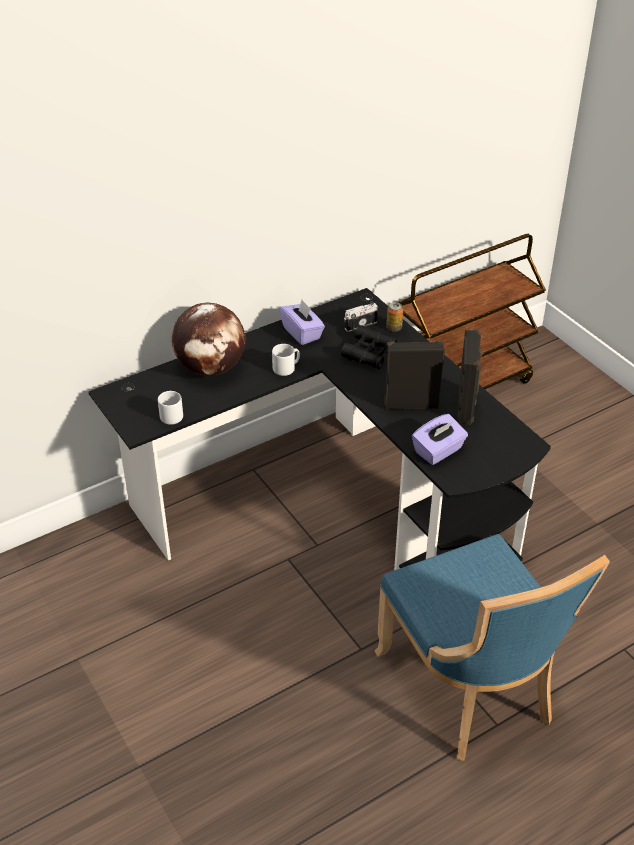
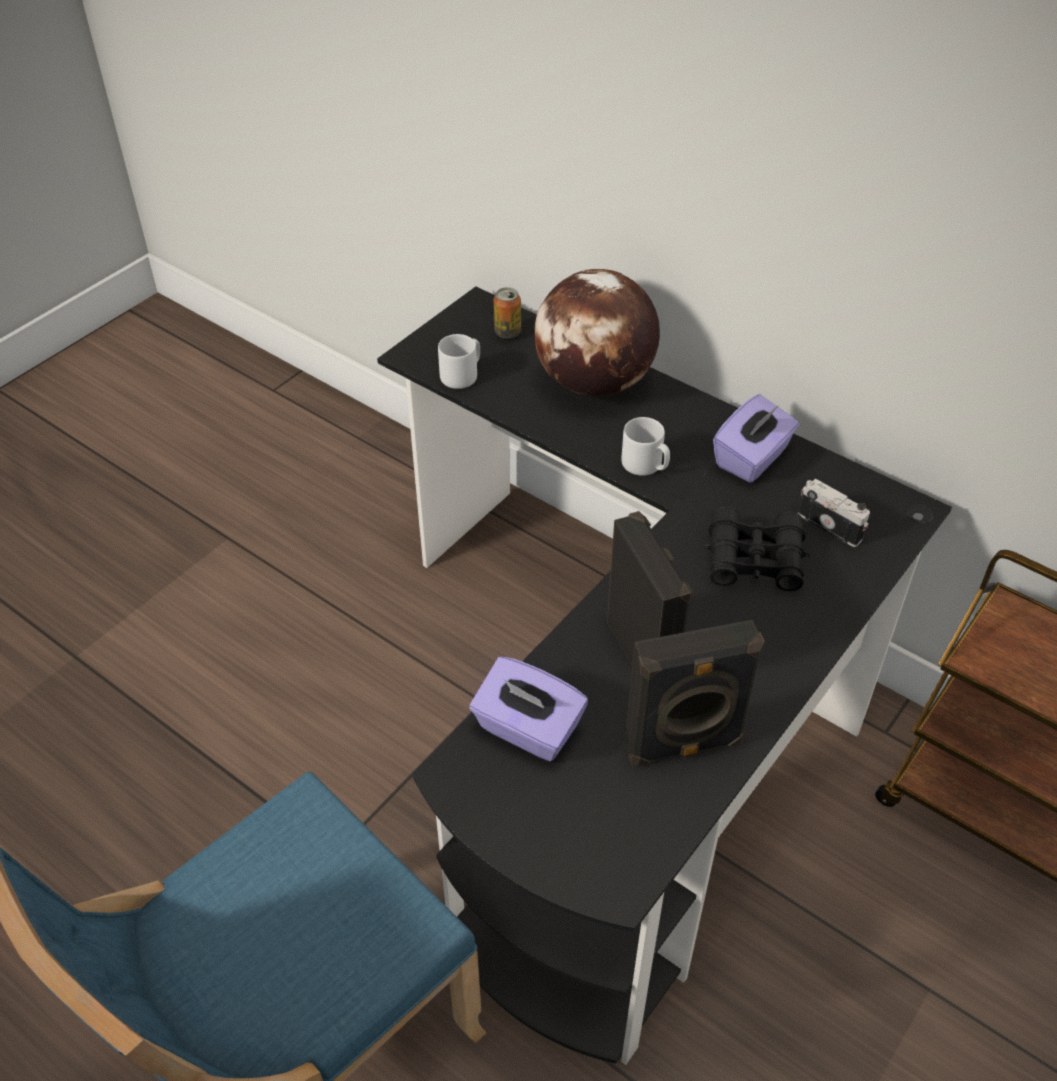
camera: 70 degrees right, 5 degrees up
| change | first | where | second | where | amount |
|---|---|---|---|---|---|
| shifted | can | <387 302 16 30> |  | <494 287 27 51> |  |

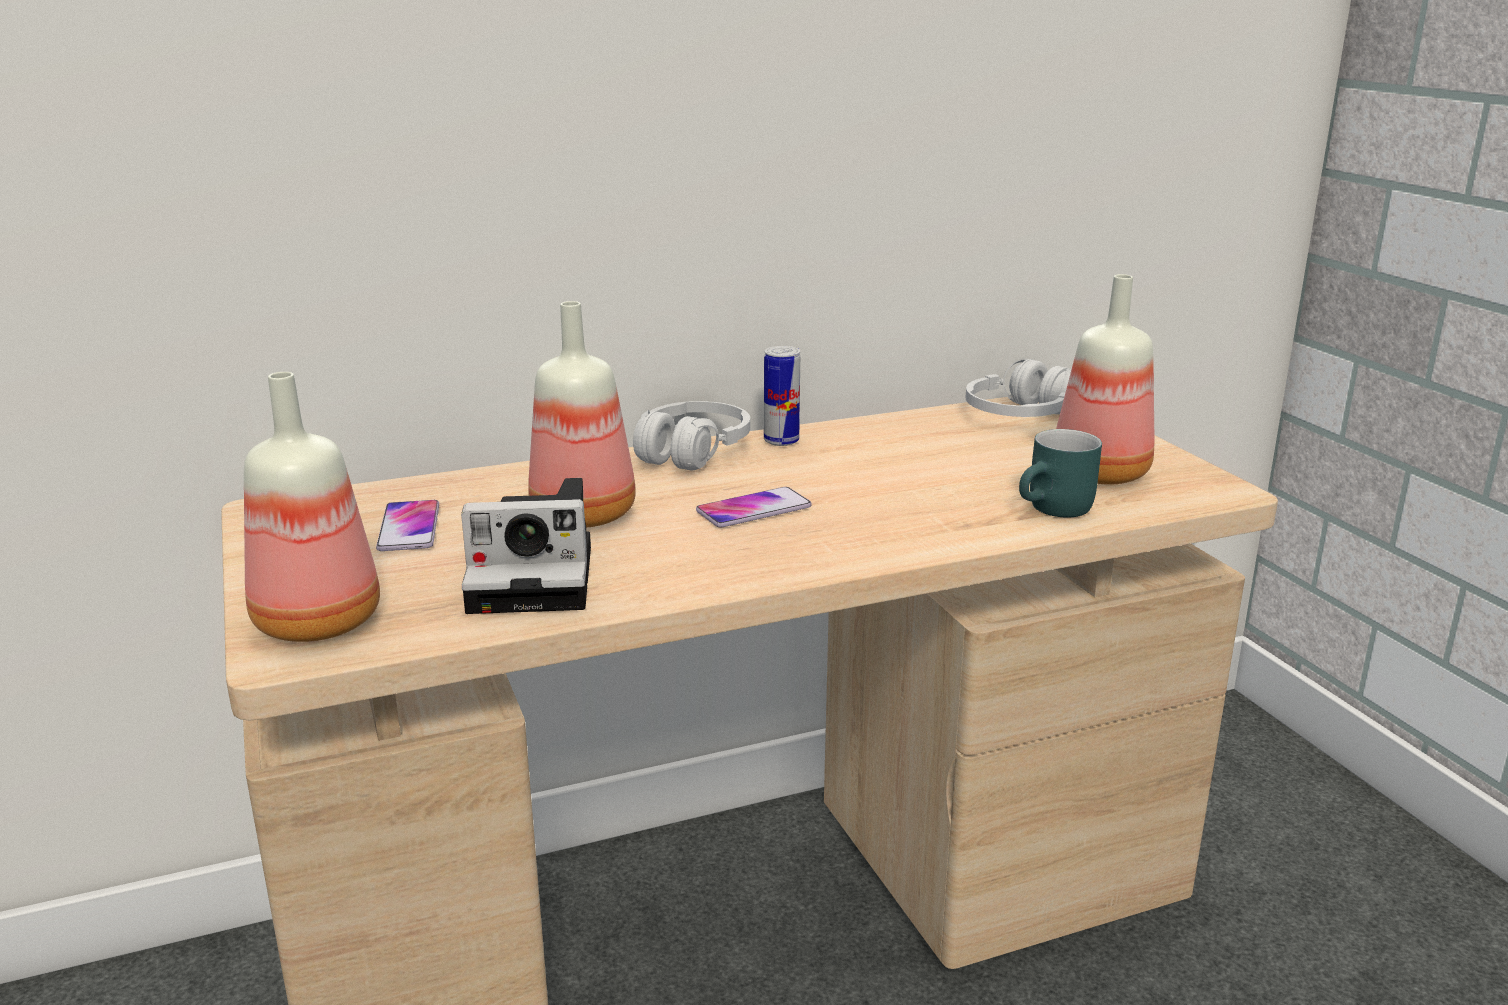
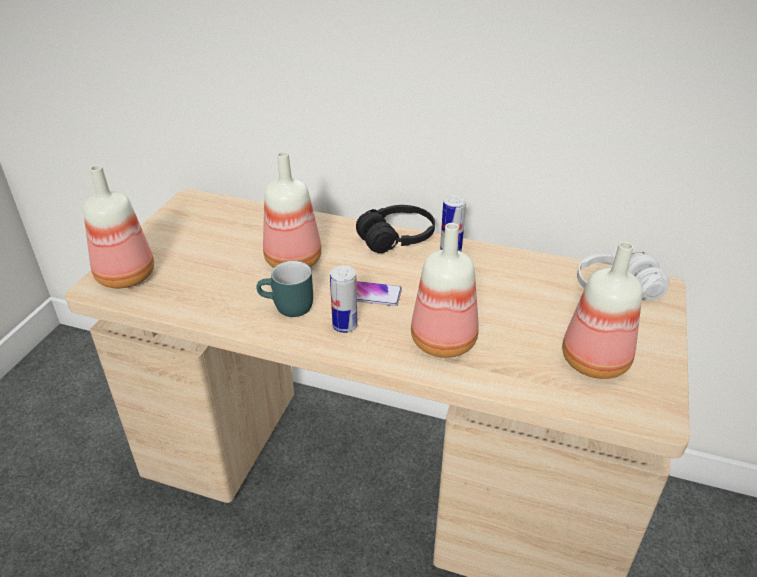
camera: 40 degrees right, 15 degrees up
| change | first | where | second | where | amount |
|---|---|---|---|---|---|
| repainted | headphones (white) | <633 401 117 70> | headphones (black) | <356 205 79 48> |  |
| shifted | mug (turquoise) | <1019 429 83 89> |  | <256 261 57 56> |  |
| gone | photo camera | <461 478 130 136> |  |  |  |
| gone | phone | <376 500 63 51> |  |  |  |
| new |  |  | bottle | <411 223 68 135> |  |
| new |  |  | can | <330 265 28 68> |  |

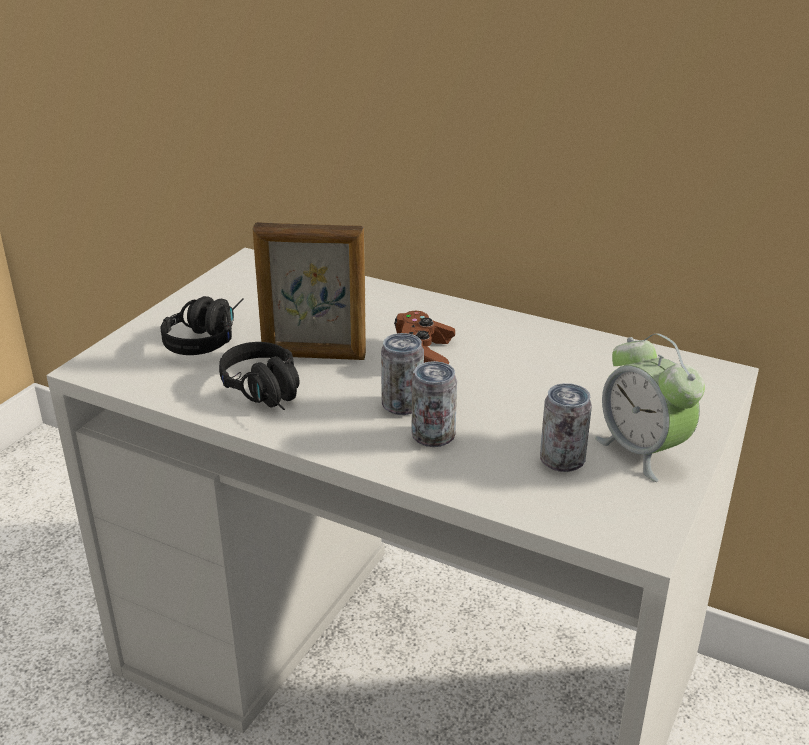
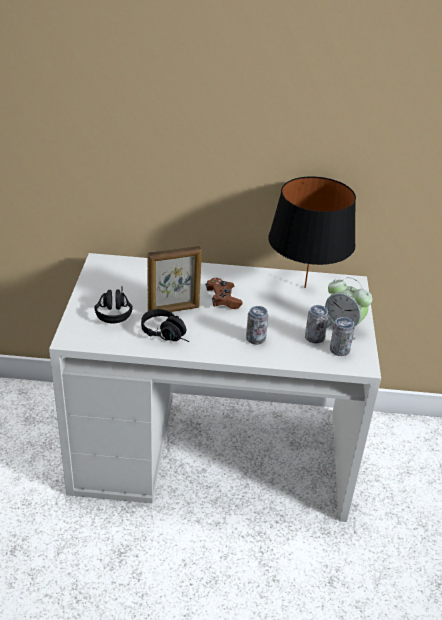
camera: 25 degrees left, 5 degrees up
| change | first | where | second | where | amount |
|---|---|---|---|---|---|
| shifted | can | <381 333 43 82> |  | <330 317 25 39> |  |
| new |  |  | table lamp (black) | <268 176 88 112> |  |

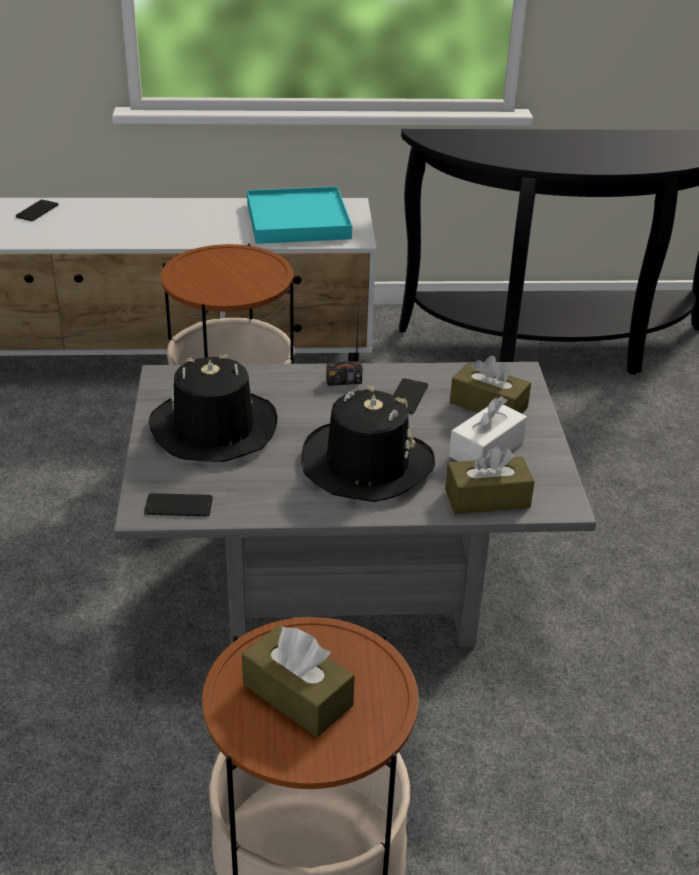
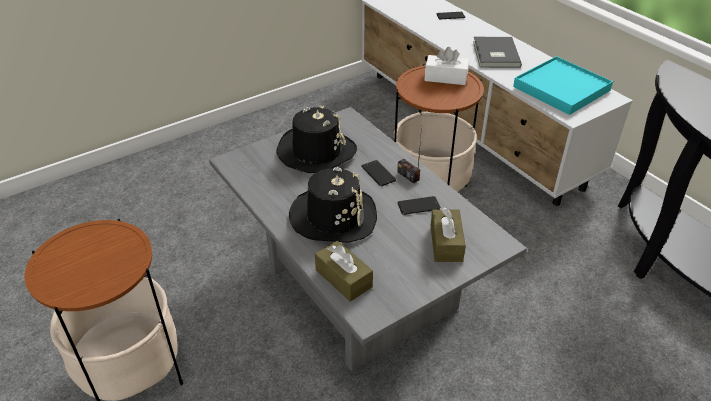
camera: 60 degrees right, 5 degrees up
| change | first | where | second | where | amount |
|---|---|---|---|---|---|
| shifted | tissue box (white) | <449 396 78 66> |  | <424 47 45 38> |  |
| shifted | phone | <144 493 69 23> |  | <362 160 34 26> |  |
| gone | tissue box (brown) | <242 625 113 112> |  |  |  |
| new |  |  | book (grey) | <473 37 49 31> |  |

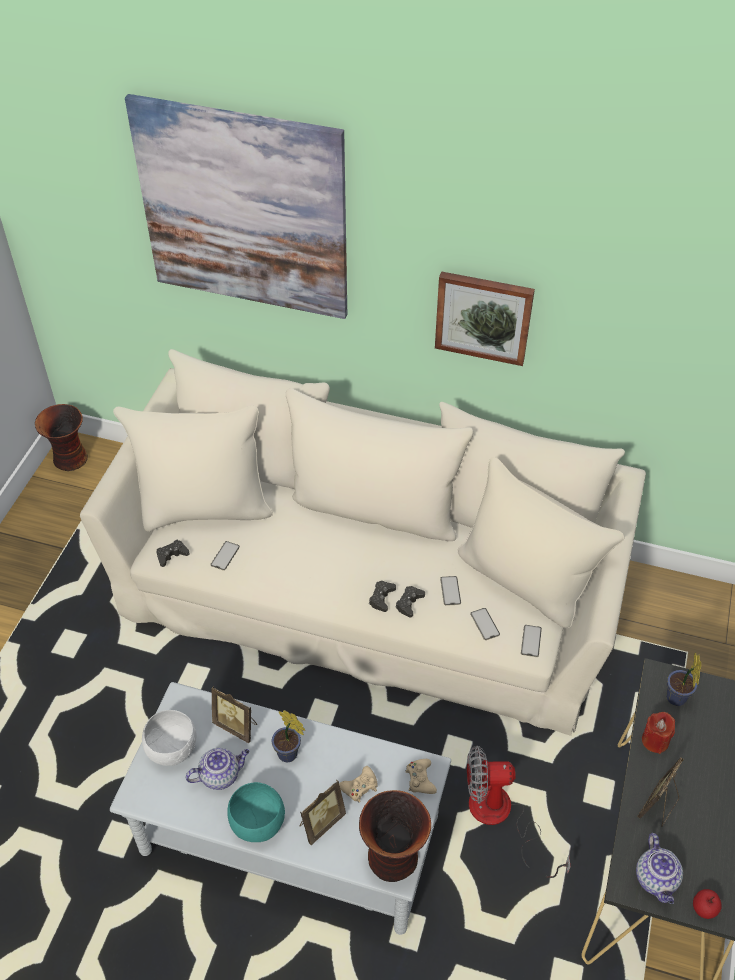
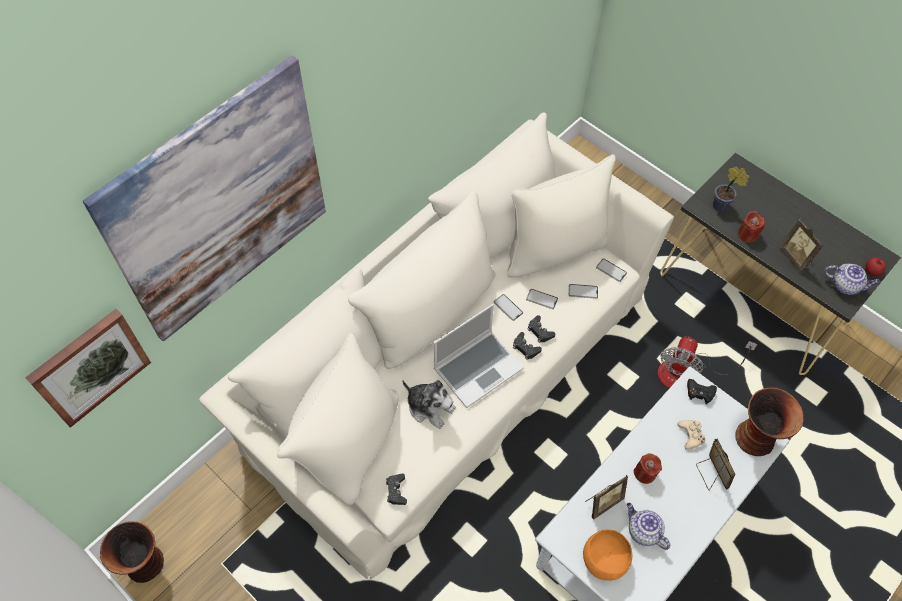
camera: 65 degrees left, 10 degrees up
| change | first | where | second | where | amount |
|---|---|---|---|---|---|
| shifted | picture | <435 271 100 95> |  | <25 309 126 119> |  |
| shifted | phone | <210 541 30 30> |  | <494 294 29 27> |  |
| repainted | bowl (white) | <142 710 55 56> | bowl (orange) | <583 529 49 52> |  |
| swapped | potted plant | <271 710 34 53> | candle (red) | <633 453 29 31> |  |
| rotated | teapot | <186 748 64 42> |  | <627 503 43 47> | 45 degrees counterclockwise |
| repainted | game controller (beige) | <405 759 32 35> | game controller (black) | <687 379 30 25> |  |
| gone | bowl (turquoise) | <227 782 58 60> |  |  |  |
| new |  |  | laptop | <434 304 90 104> |  |
| new |  |  | plush toy | <402 380 54 49> |  |

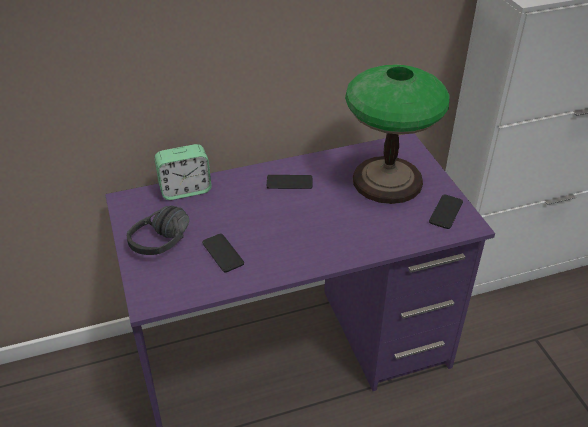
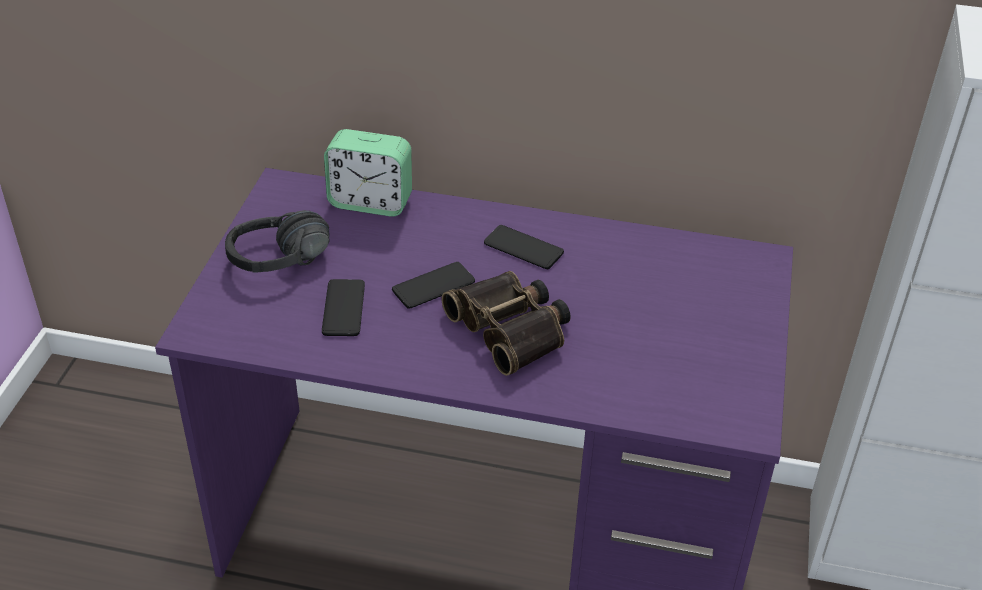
camera: 30 degrees right, 0 degrees up
| change | first | where | second | where | amount |
|---|---|---|---|---|---|
| gone | table lamp | <345 64 105 140> |  |  |  |
| shifted | phone | <429 194 34 35> |  | <392 262 83 47> |  |
| new |  |  | binoculars | <442 271 129 105> |  |

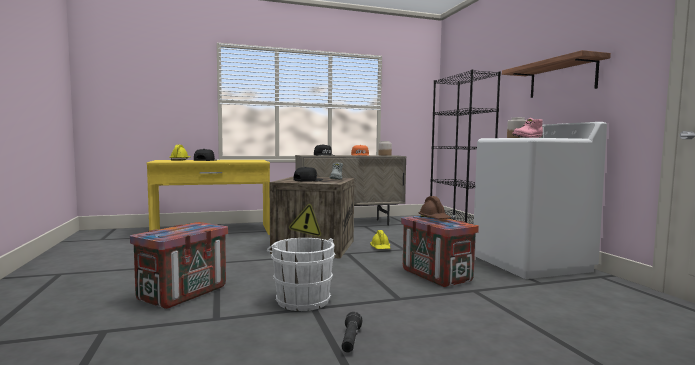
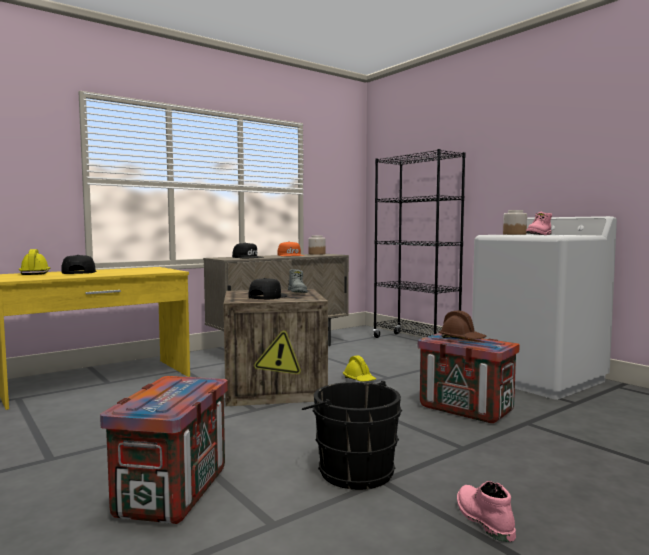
camera: 20 degrees left, 0 degrees up
| change | first | where | second | where | amount |
|---|---|---|---|---|---|
| gone | shelf | <502 50 109 48> |  |  |  |
| repainted | bucket (white) | <267 238 68 73> | bucket (black) | <302 381 100 109> |  |
| swapped | flashlight (black) | <342 312 20 41> | boot (pink) | <457 481 59 61> |  |

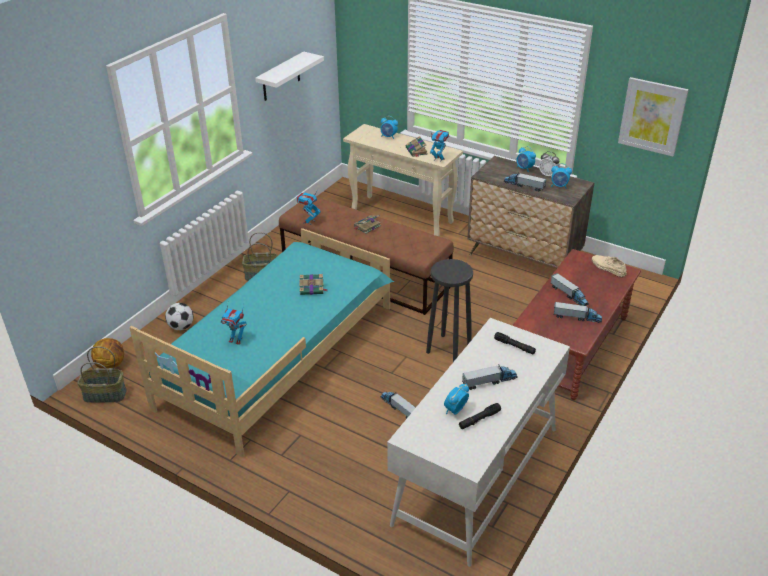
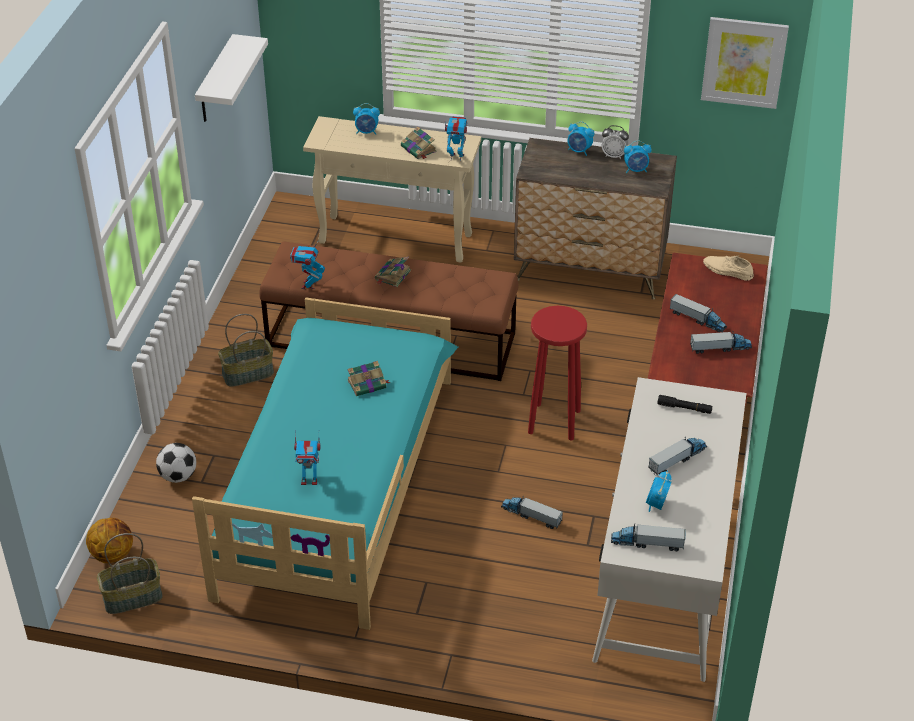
camera: 20 degrees left, 5 degrees up
| change | first | where | second | where | amount |
|---|---|---|---|---|---|
| shifted | toy truck | <504 172 42 19> |  | <611 523 75 28> |  |
| repainted | stool (black) | <426 259 47 103> | stool (red) | <528 306 59 135> |  |
| gone | flashlight (black) | <459 403 42 26> |  |  |  |

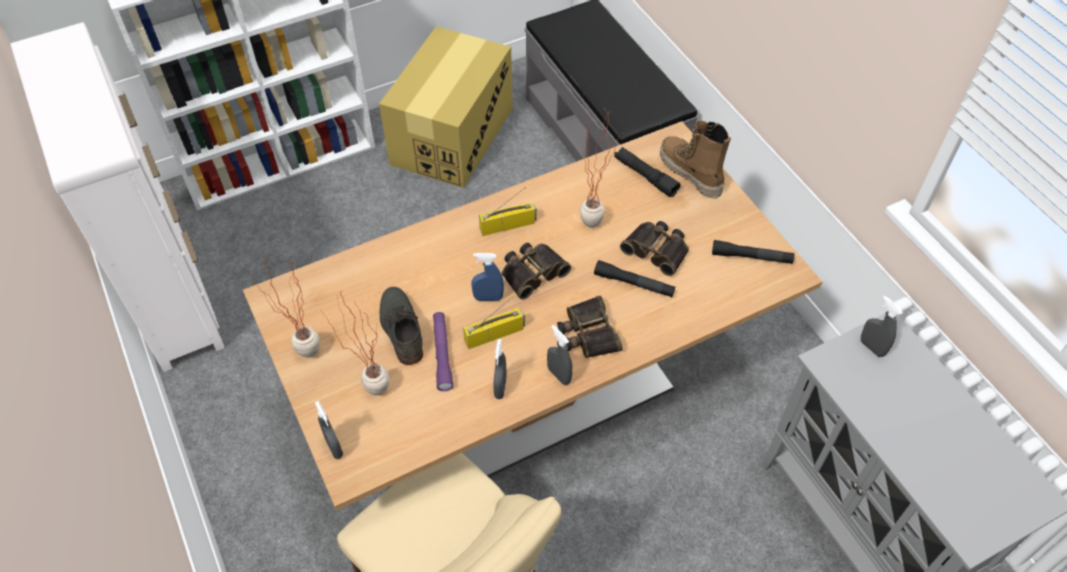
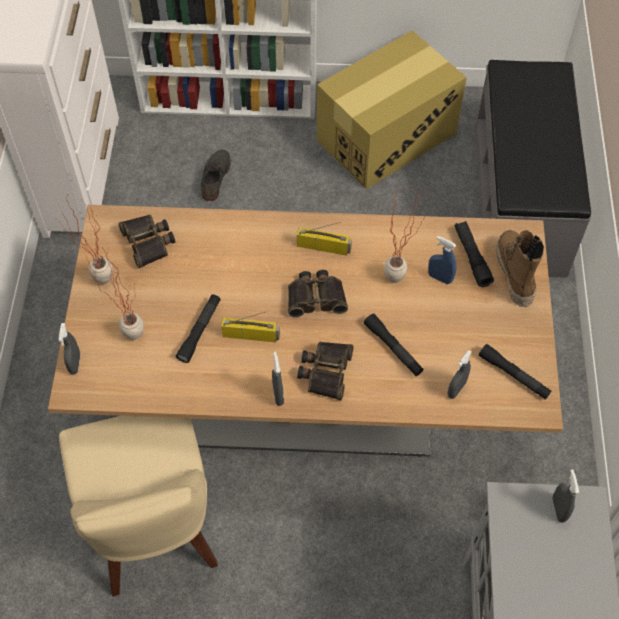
camera: 30 degrees right, 5 degrees up
| change | first | where | second | where | amount |
|---|---|---|---|---|---|
| shifted | binoculars | <620 221 69 55> |  | <118 215 57 53> |  |
| shifted | spray bottle (blue) | <471 253 33 48> |  | <428 236 28 48> |  |
| shifted | shoe (grey) | <379 287 44 78> |  | <201 150 30 51> |  |
| repainted | flashlight (purple) | <433 312 20 79> | flashlight (black) | <176 294 45 69> |  |
| shifted | spray bottle (grey) | <493 339 14 60> |  | <448 350 24 49> |  |

